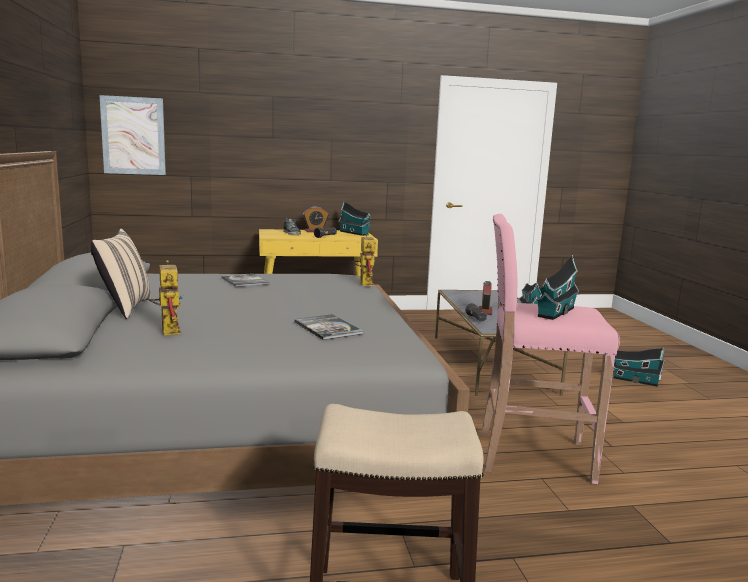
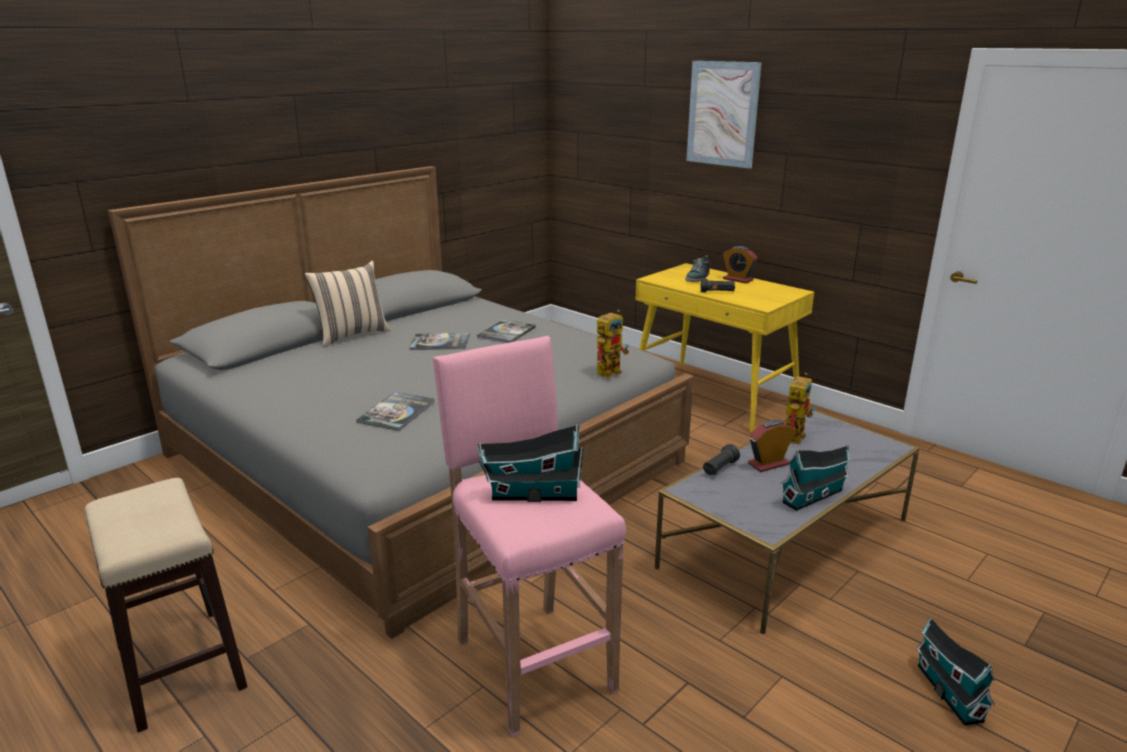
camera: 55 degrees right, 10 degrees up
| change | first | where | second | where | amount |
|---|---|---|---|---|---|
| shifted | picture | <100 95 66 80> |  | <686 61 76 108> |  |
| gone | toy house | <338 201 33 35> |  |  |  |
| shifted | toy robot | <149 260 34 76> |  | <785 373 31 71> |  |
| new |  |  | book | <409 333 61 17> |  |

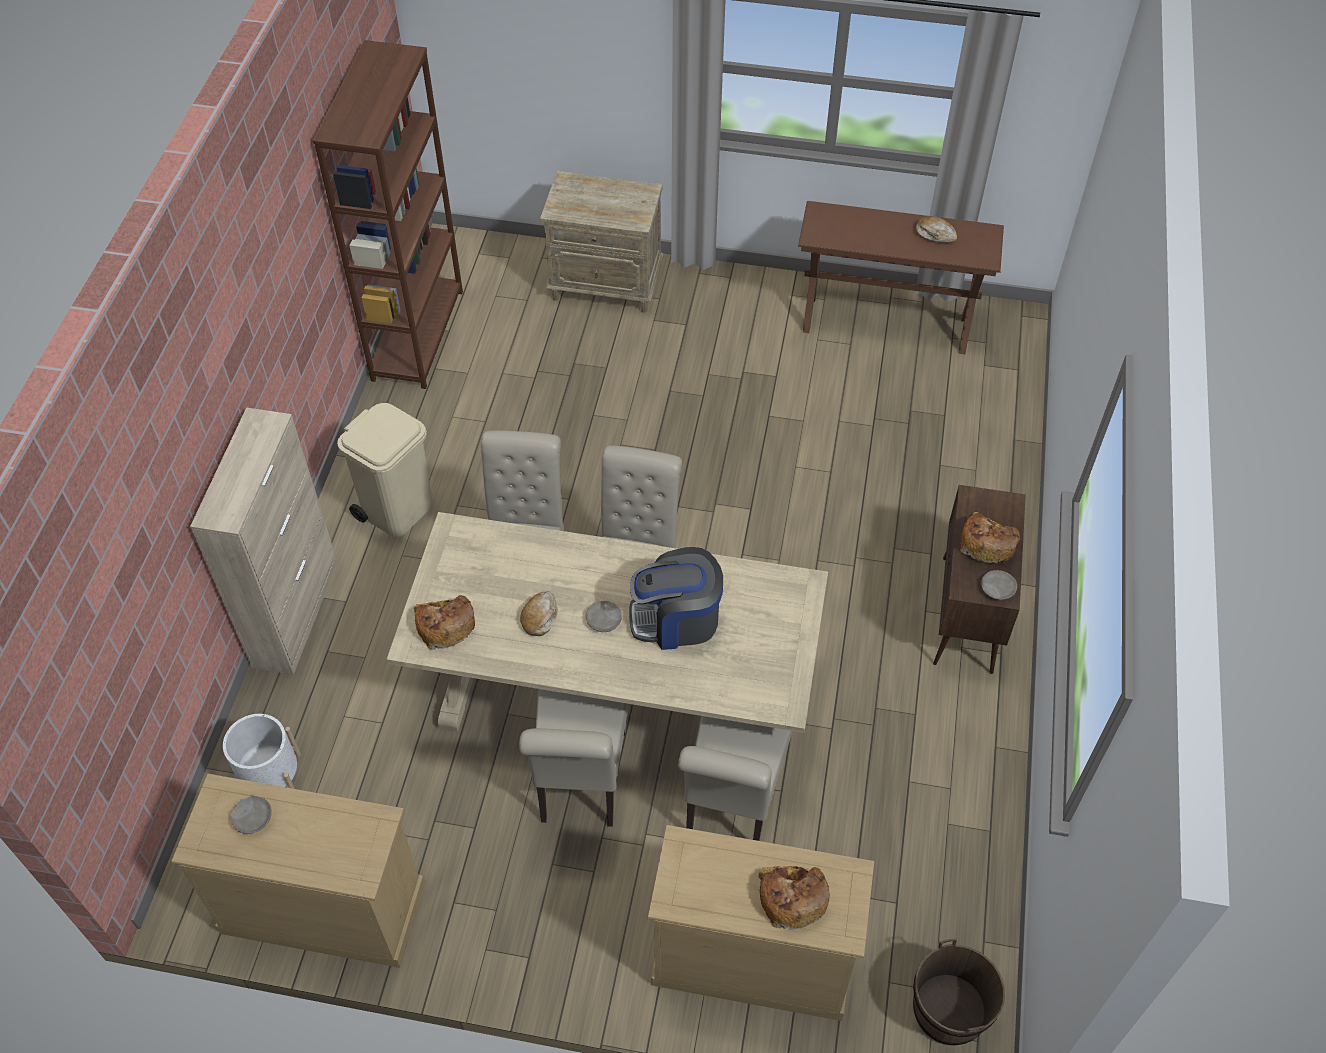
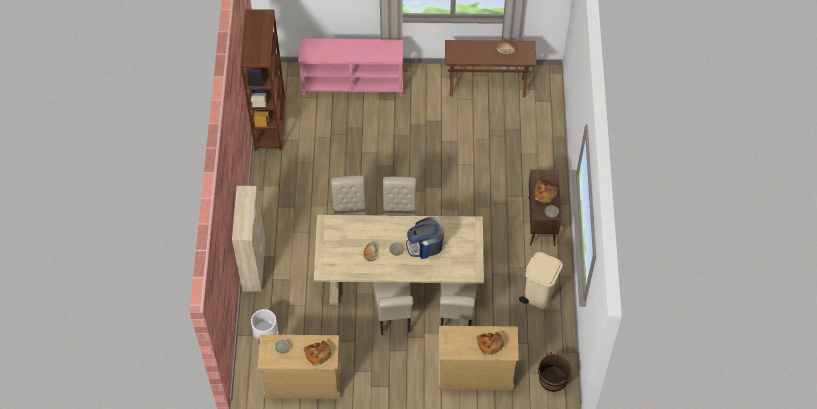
camera: 10 degrees left, 5 degrees up
| change | first | where | second | where | amount |
|---|---|---|---|---|---|
| swapped | nightstand (beige) | <540 171 124 142> | console table (pink) | <298 38 105 58> |  |
| shifted | trash can (beige) | <337 403 96 134> |  | <519 252 44 57> |  |
| shifted | bread | <414 595 61 55> |  | <303 341 28 25> |  |

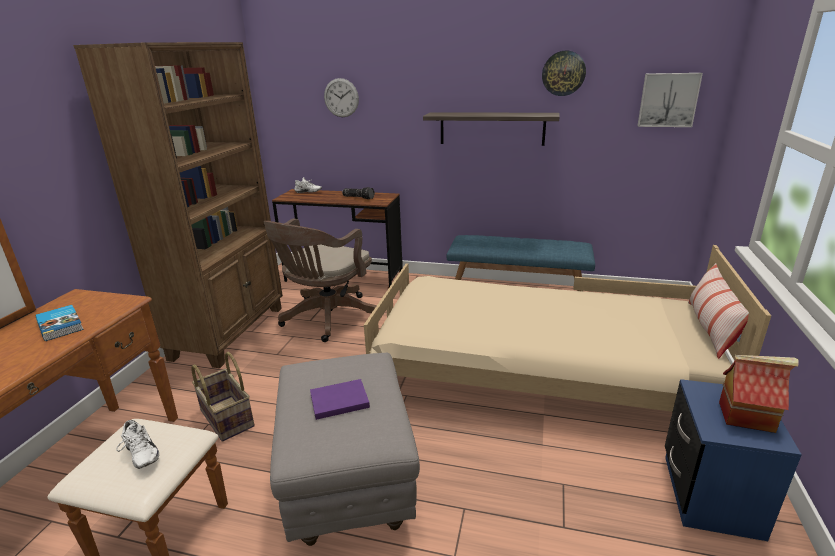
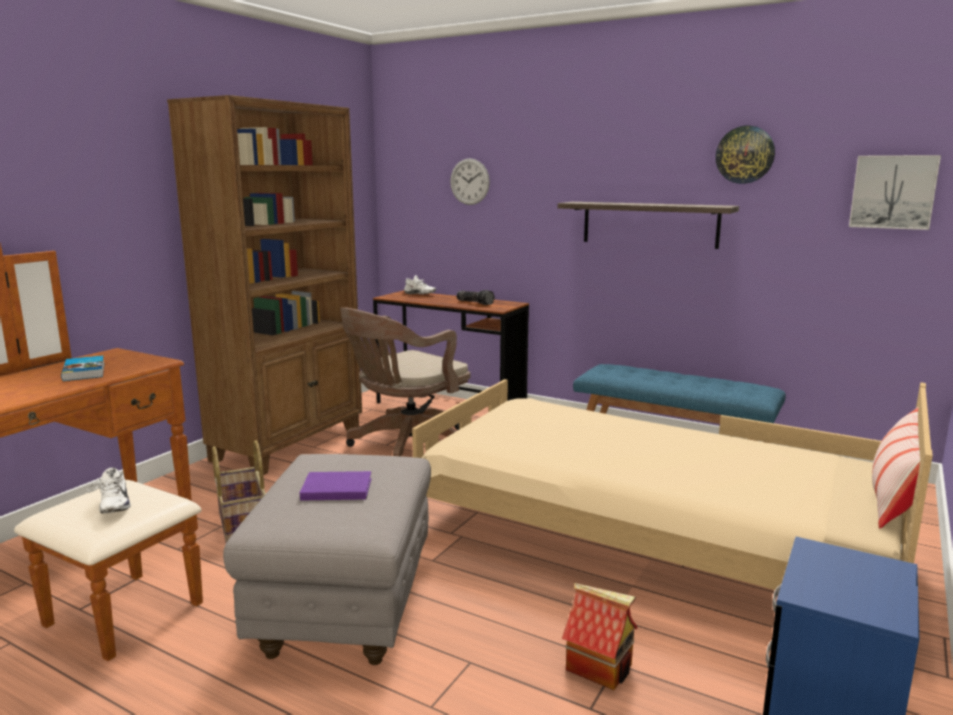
camera: 15 degrees right, 10 degrees down
| change | first | where | second | where | amount |
|---|---|---|---|---|---|
| shifted | toy house | <719 355 80 78> |  | <562 583 76 107> |  |

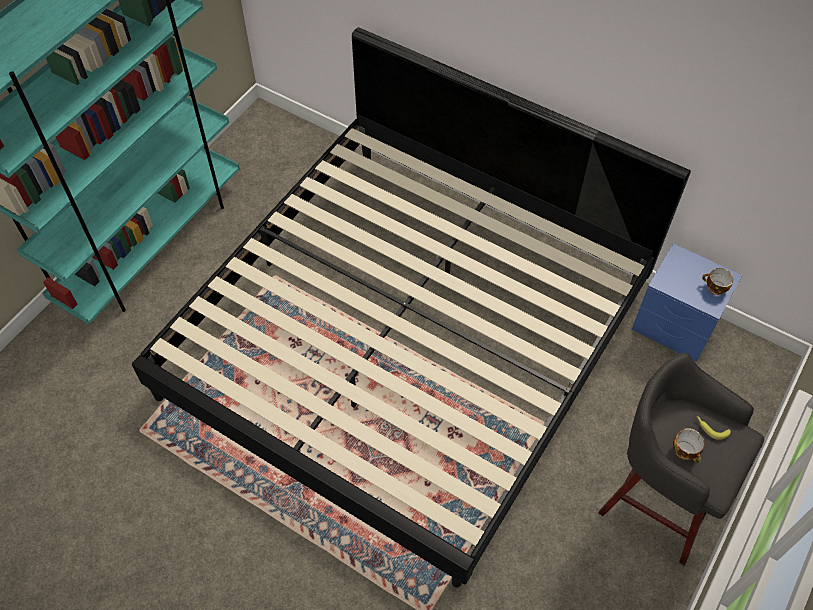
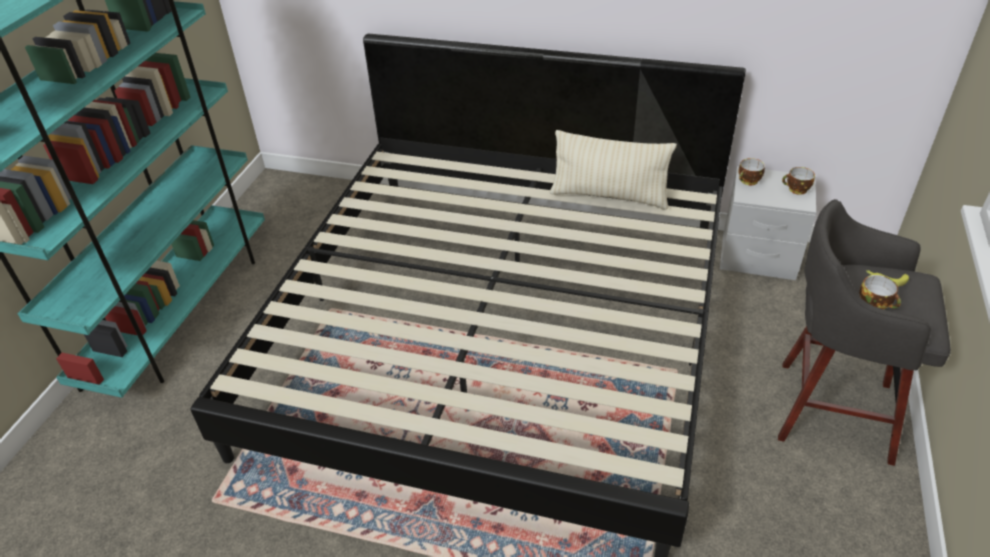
camera: 15 degrees left, 15 degrees down
| change | first | where | second | where | amount |
|---|---|---|---|---|---|
| repainted | nightstand (blue) | <632 243 110 119> | nightstand (grey) | <720 166 96 114> |  |
| new |  |  | pillow (beige) | <550 130 127 80> |  |
| new |  |  | cup | <738 158 27 27> |  |

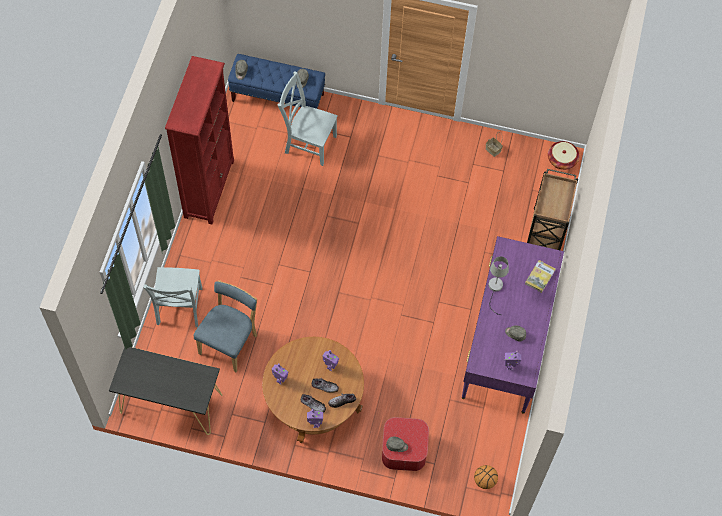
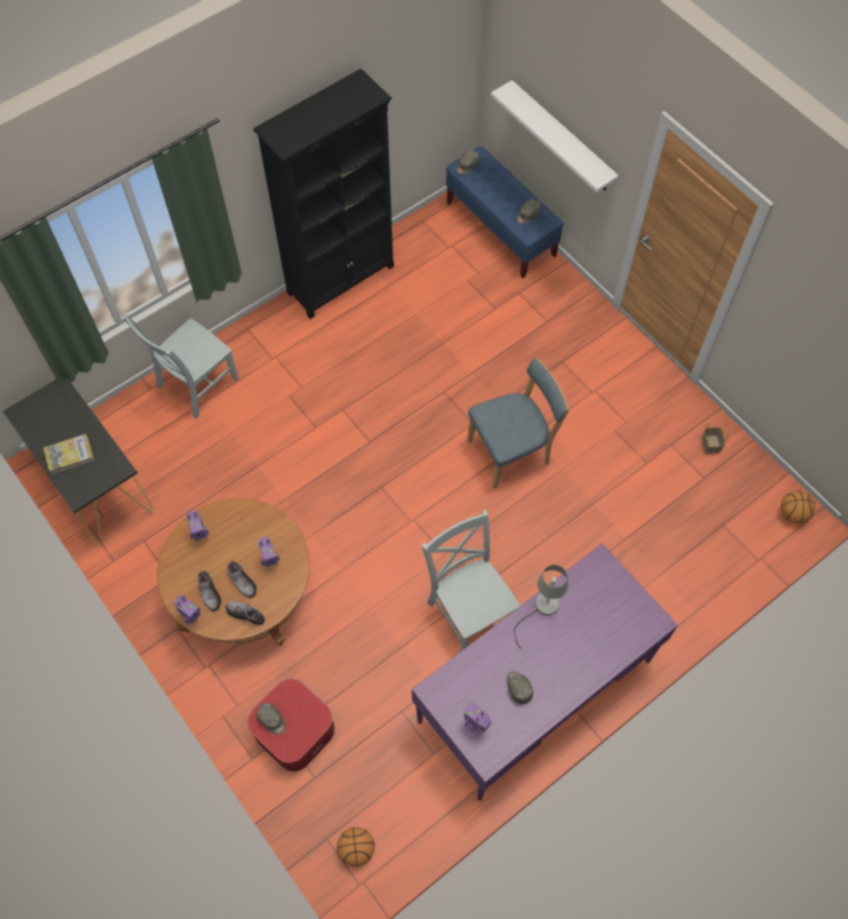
camera: 40 degrees right, 0 degrees up
| change | first | where | second | where | amount |
|---|---|---|---|---|---|
| repainted | bookcase (red) | <165 56 69 168> | bookcase (black) | <253 69 141 250> |  |
| shifted | chair (grey) | <278 71 60 95> |  | <422 510 99 141> |  |
| swapped | basket | <548 141 31 29> | basketball | <781 491 34 33> |  |
| gone | cart (brown) | <527 169 51 81> |  |  |  |
| shifted | book | <525 260 30 33> |  | <43 434 51 40> |  |
| shifted | chair (blue) | <194 280 63 92> |  | <467 358 103 131> |  |
| new |  |  | shelf (white) | <491 80 128 113> |  |

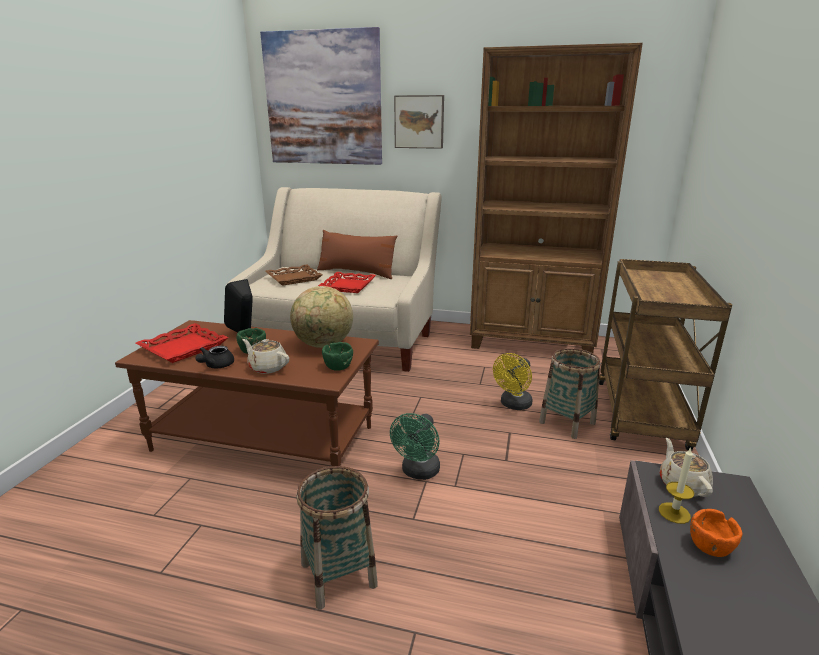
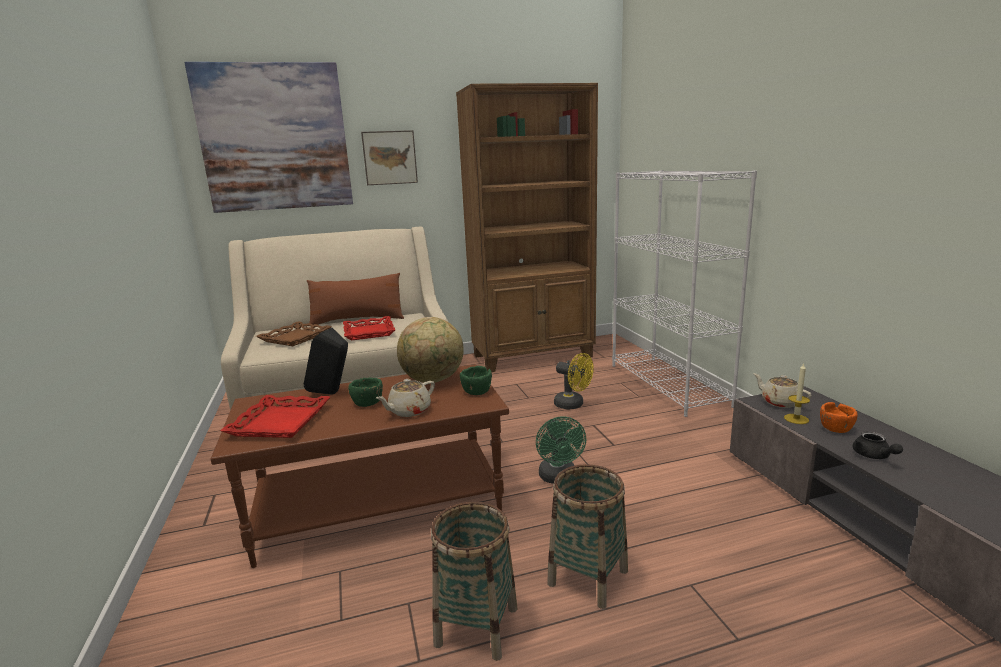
camera: 30 degrees left, 5 degrees down
| change | first | where | second | where | amount |
|---|---|---|---|---|---|
| swapped | cart (brown) | <599 259 133 192> | bookcase (white) | <612 170 145 247> |  |
| rotated | teapot (beige) | <242 339 47 35> |  | <376 379 59 38> | 45 degrees counterclockwise |
| shifted | teapot (black) | <196 346 38 22> |  | <853 431 50 28> |  |
| shifted | basket | <539 348 61 91> |  | <431 502 86 159> |  |
| rotated | fan (yellow) | <493 353 40 57> |  | <554 353 40 56> | 60 degrees counterclockwise |

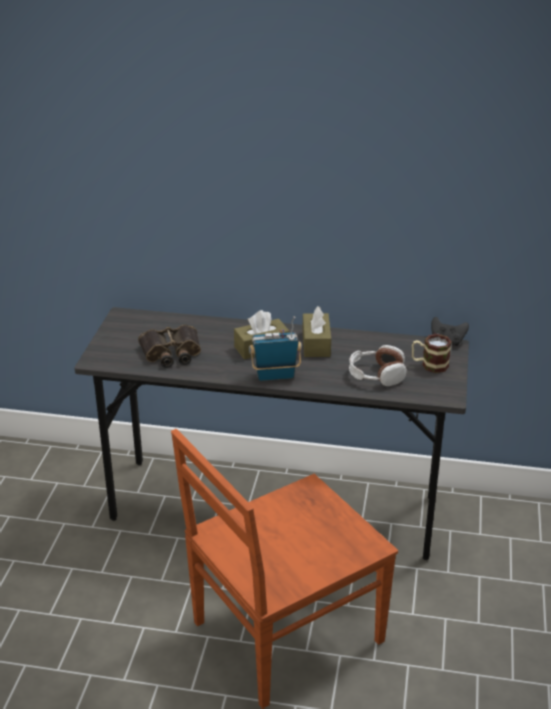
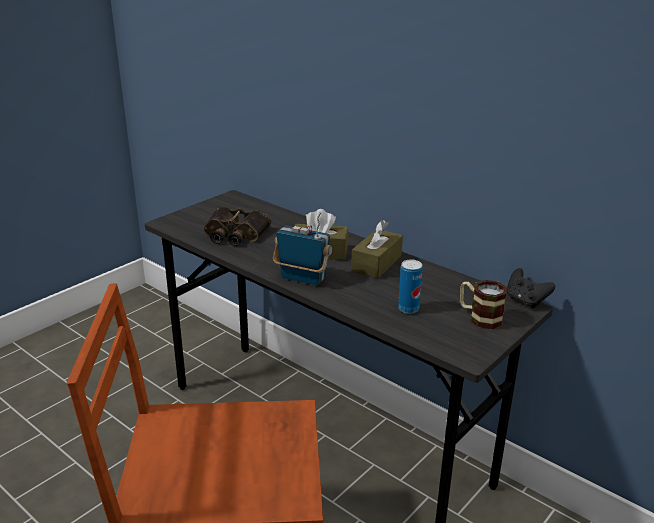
camera: 30 degrees right, 5 degrees down
| change | first | where | second | where | amount |
|---|---|---|---|---|---|
| swapped | headphones | <349 345 58 41> | can | <398 259 24 55> |  |

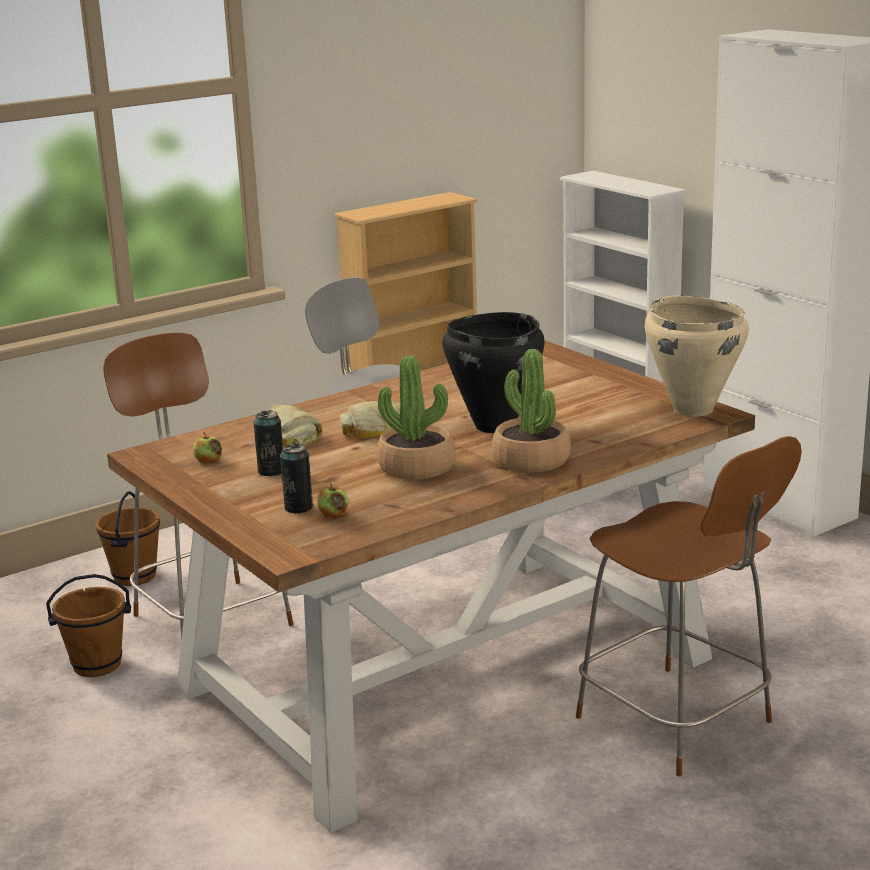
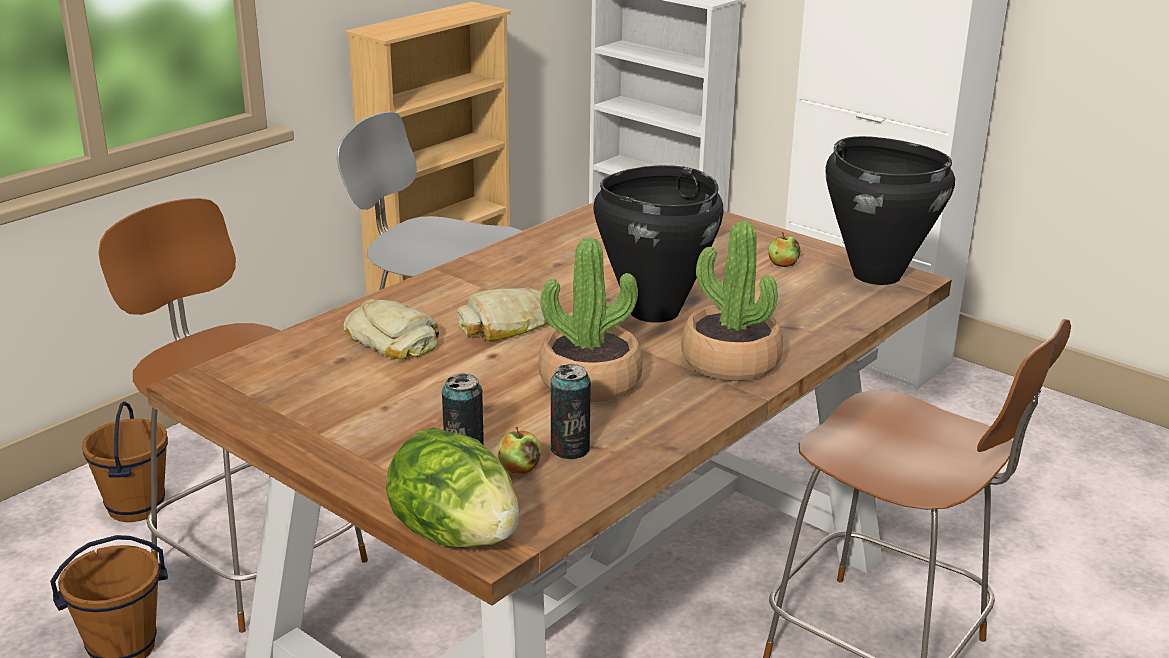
camera: 15 degrees left, 5 degrees up
| change | first | where | second | where | amount |
|---|---|---|---|---|---|
| repainted | cooking pot (beige) | <645 296 104 120> | cooking pot (black) | <825 136 130 149> |  |
| shifted | can | <254 410 29 66> |  | <550 364 41 95> |  |
| shifted | apple | <193 432 29 31> |  | <768 232 32 35> |  |
| new |  |  | lettuce | <386 428 134 120> |  |

